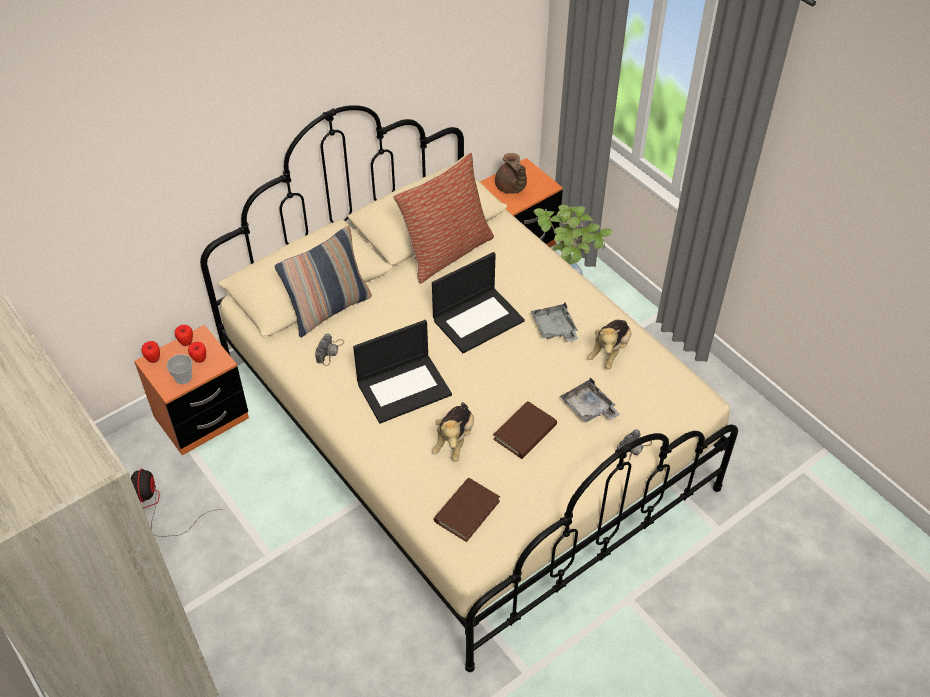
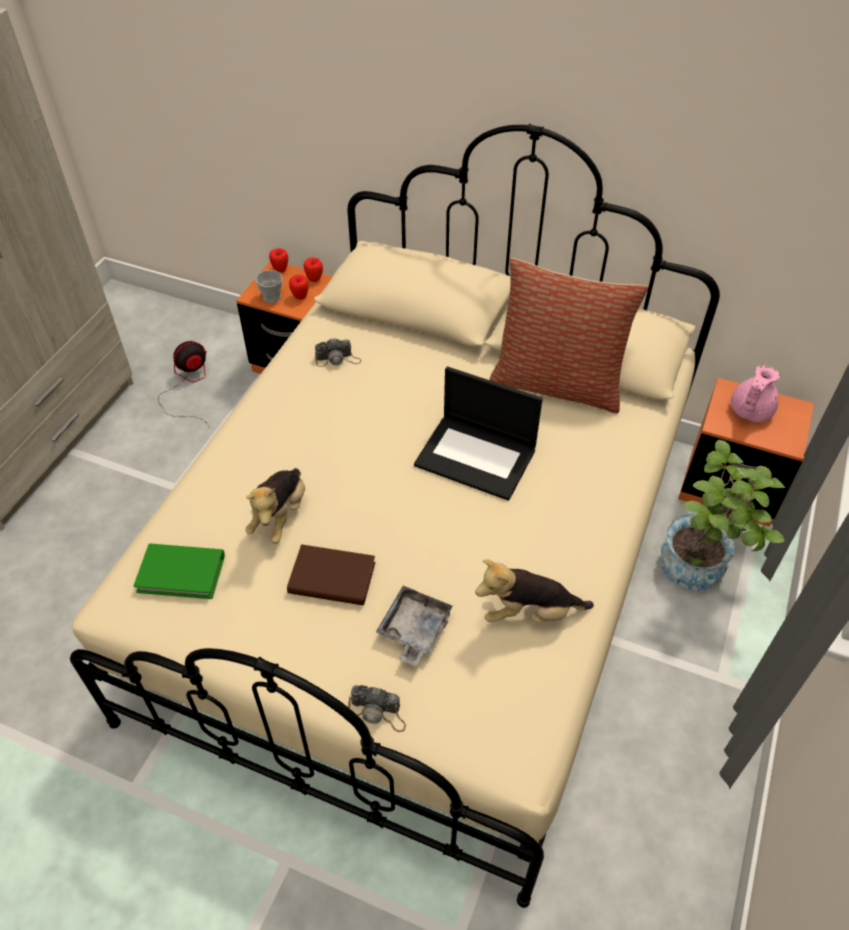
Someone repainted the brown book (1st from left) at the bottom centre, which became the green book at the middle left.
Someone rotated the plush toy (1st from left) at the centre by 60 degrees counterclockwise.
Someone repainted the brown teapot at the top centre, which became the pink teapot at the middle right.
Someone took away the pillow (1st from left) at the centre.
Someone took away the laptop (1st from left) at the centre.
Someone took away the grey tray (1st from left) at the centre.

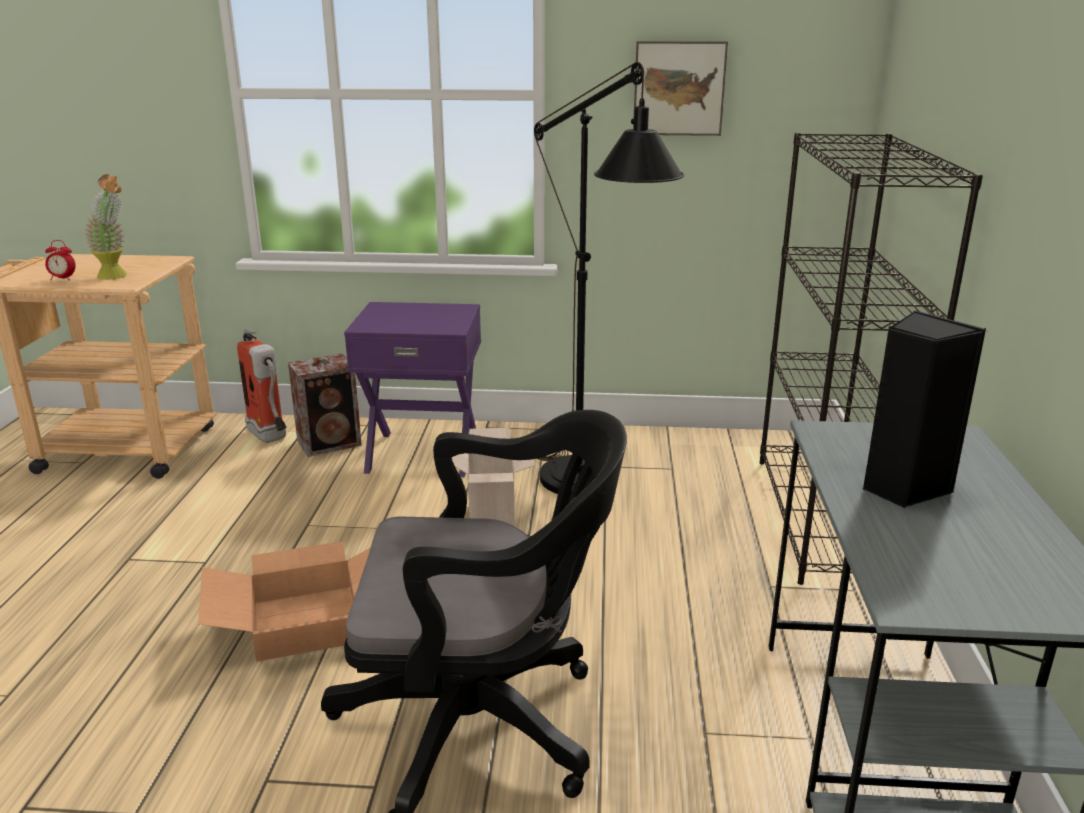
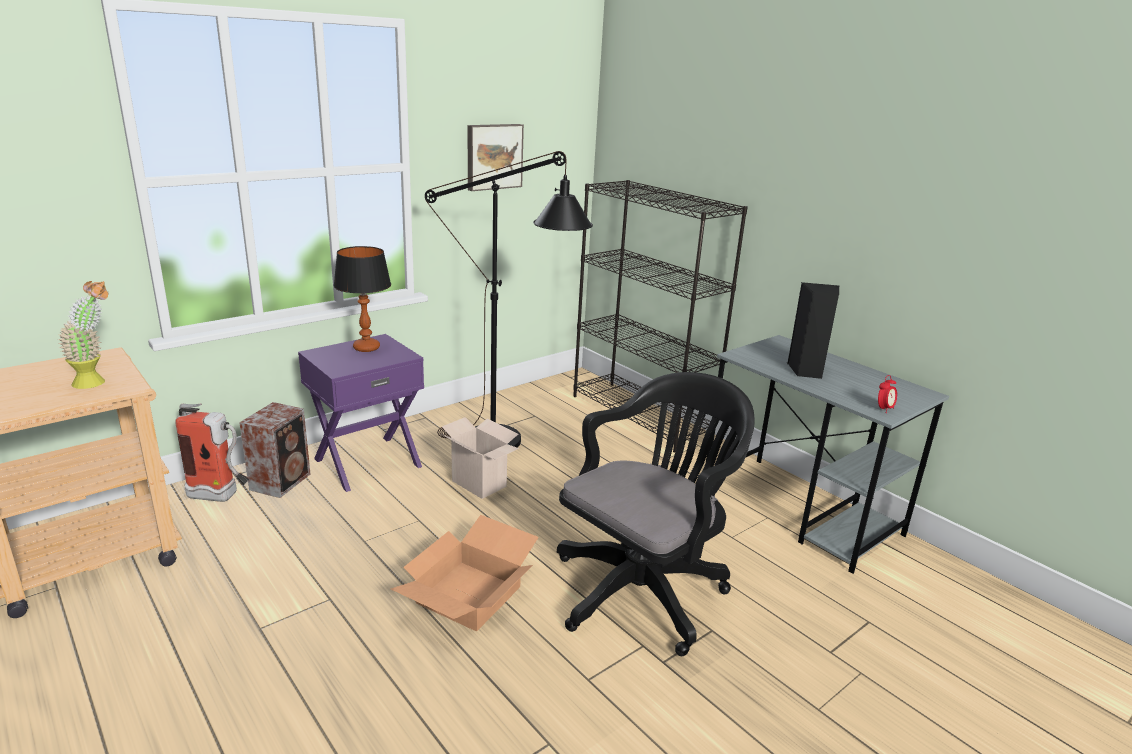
Someone put down the table lamp at the middle left.
Someone carried the alarm clock from the top left to the middle right.

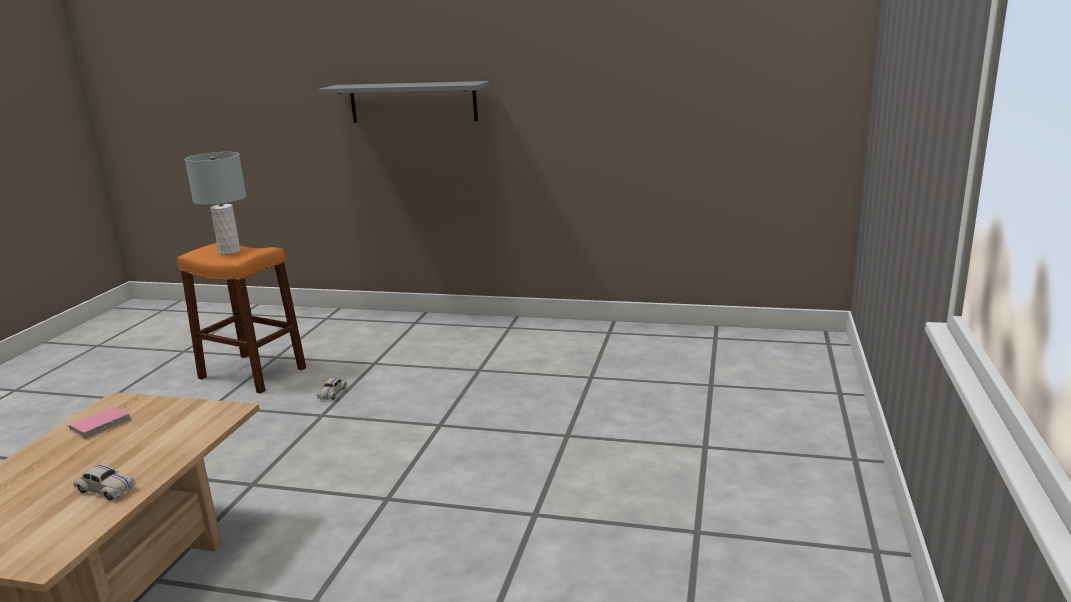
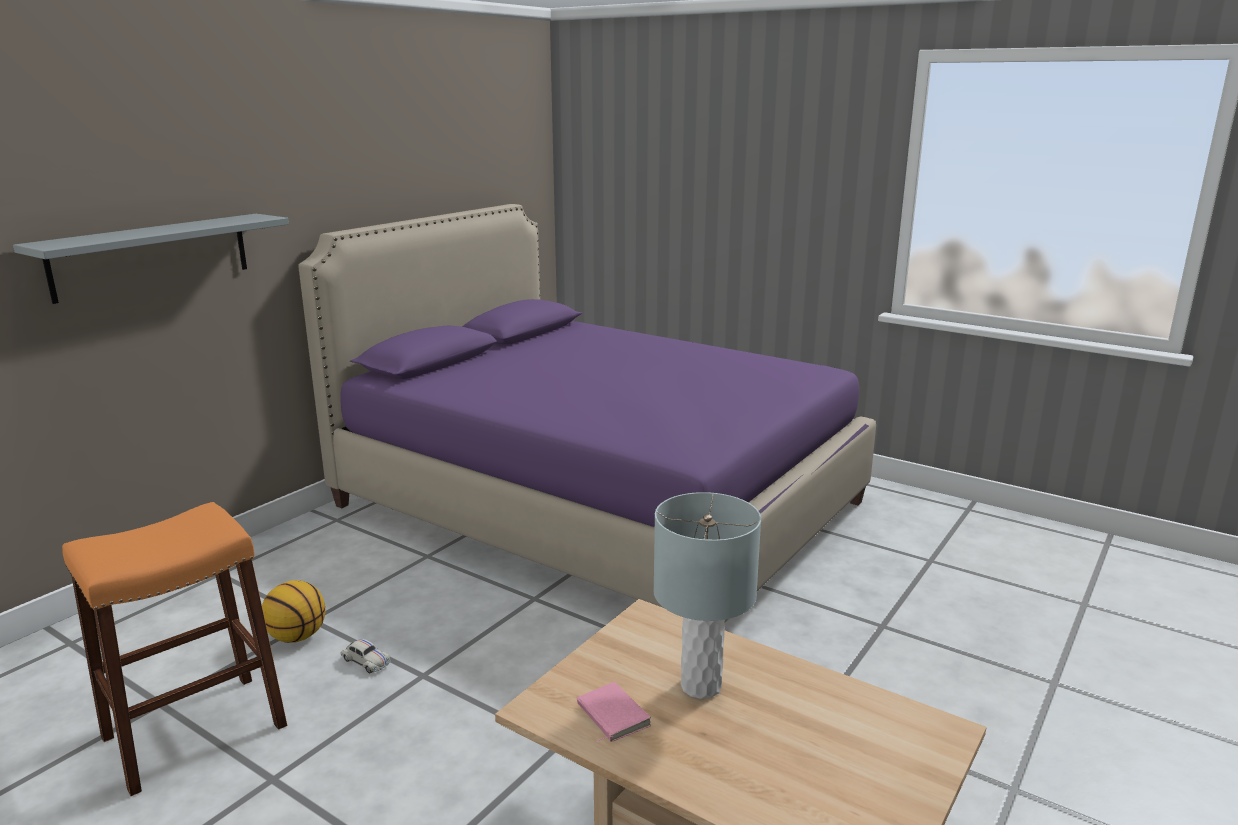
Someone put down the basketball at the bottom left.
Someone put down the purple bed at the centre.
Someone carried the grey table lamp from the middle left to the bottom centre.
Someone took away the white toy car (1st from left) at the bottom left.

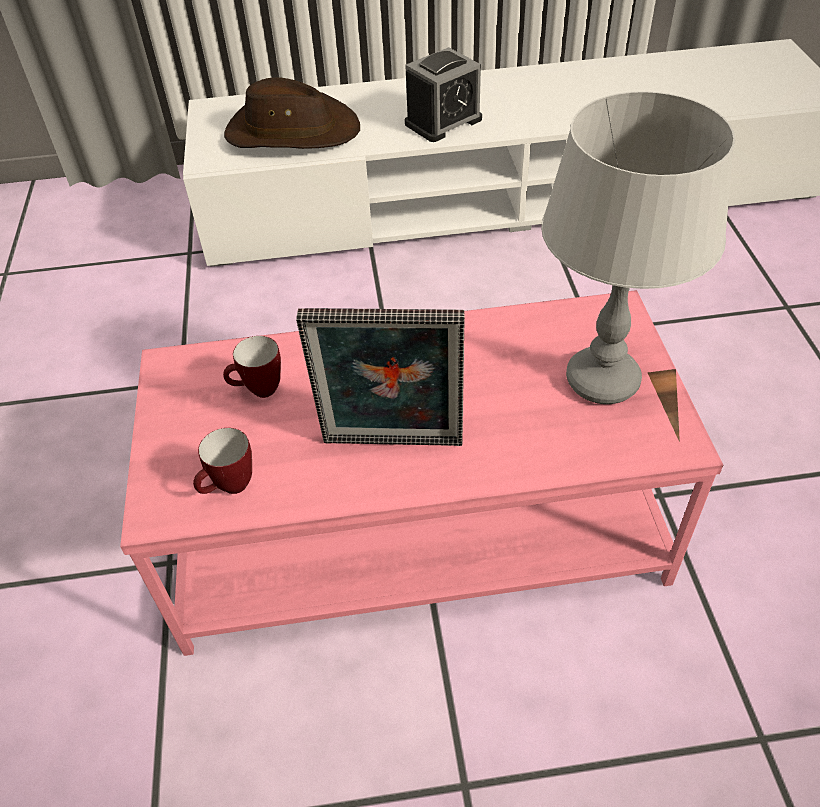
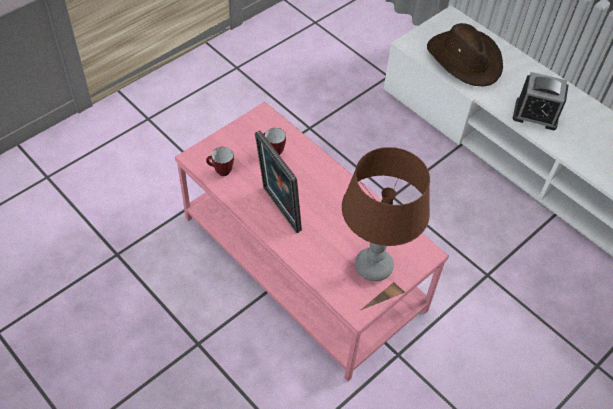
Someone repainted the grey table lamp at the top right, which became the brown table lamp at the centre.

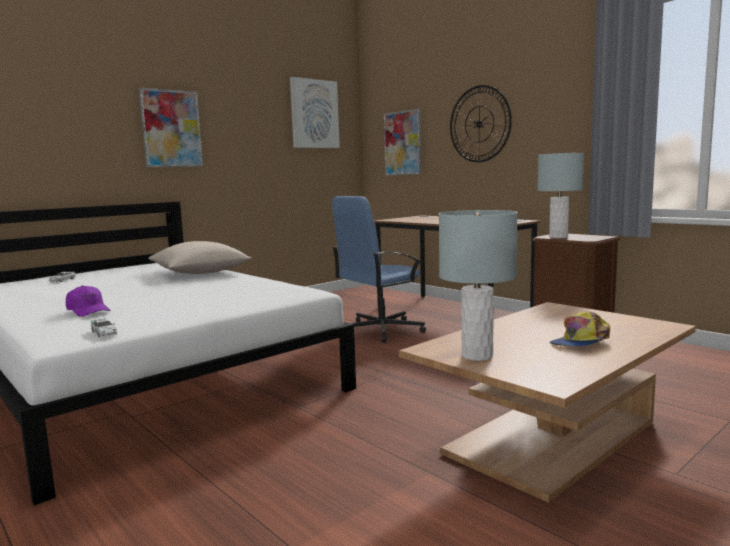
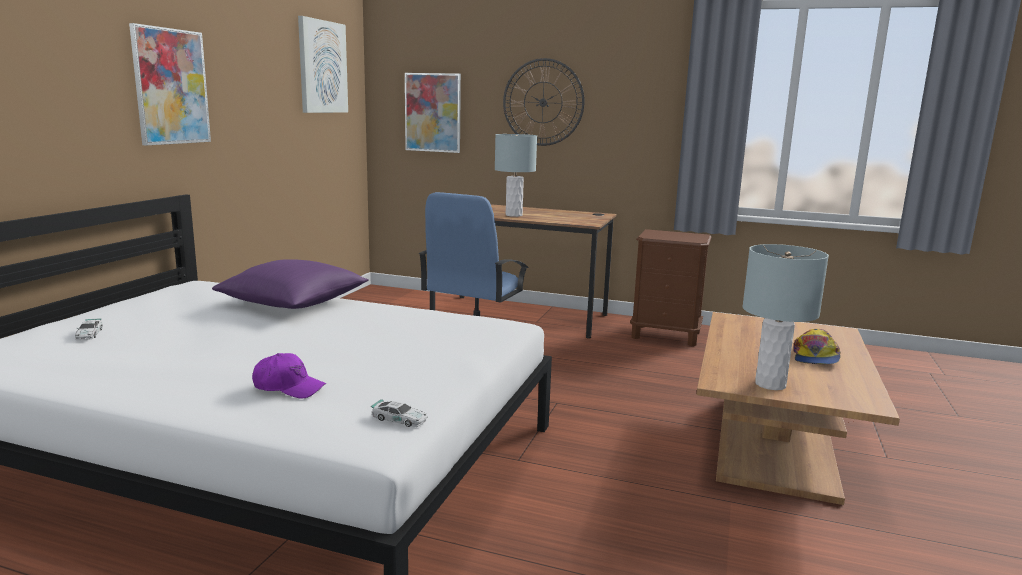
Someone repainted the beige pillow at the middle left, which became the purple pillow at the middle left.
Someone carried the grey table lamp (2nd from left in the first image) from the middle right to the top centre.

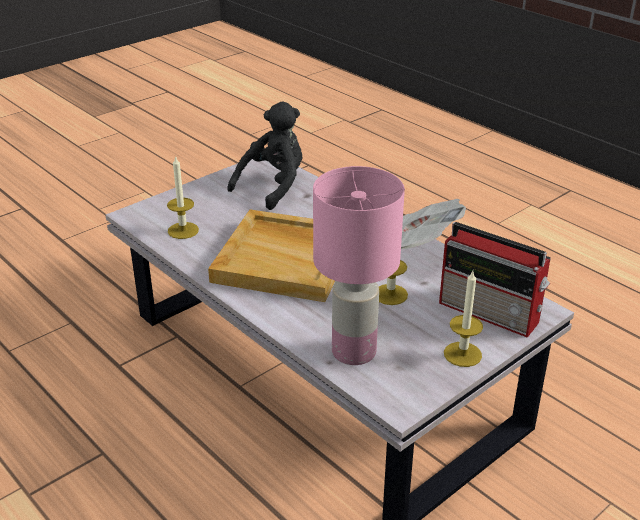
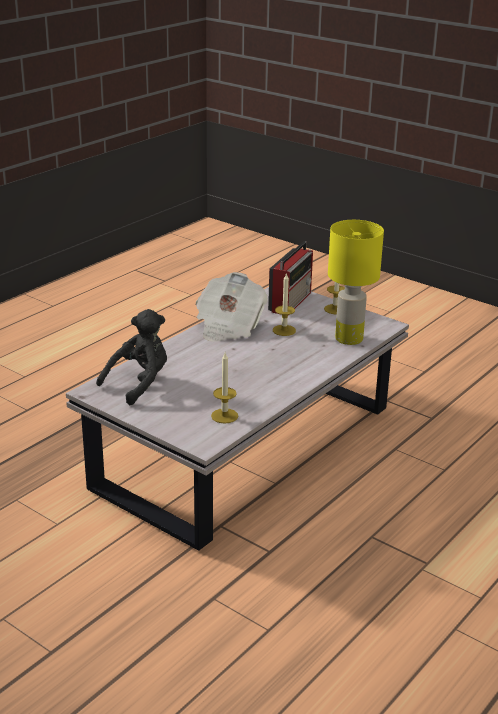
Someone rotated the black plush toy at the top centre by 105 degrees clockwise.
Someone repainted the pink table lamp at the centre, which became the yellow table lamp at the middle right.
Someone took away the beige tray at the centre.

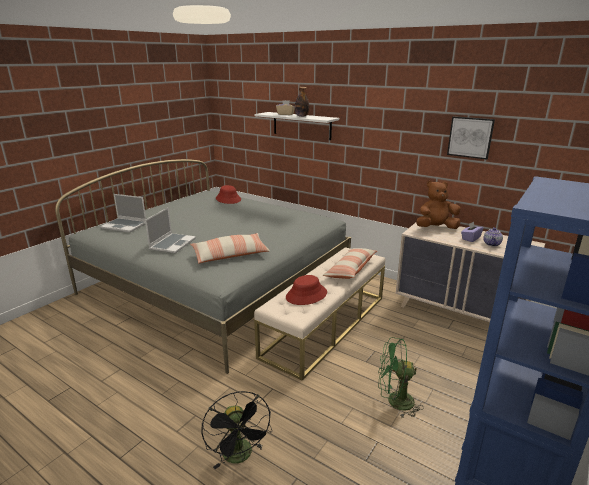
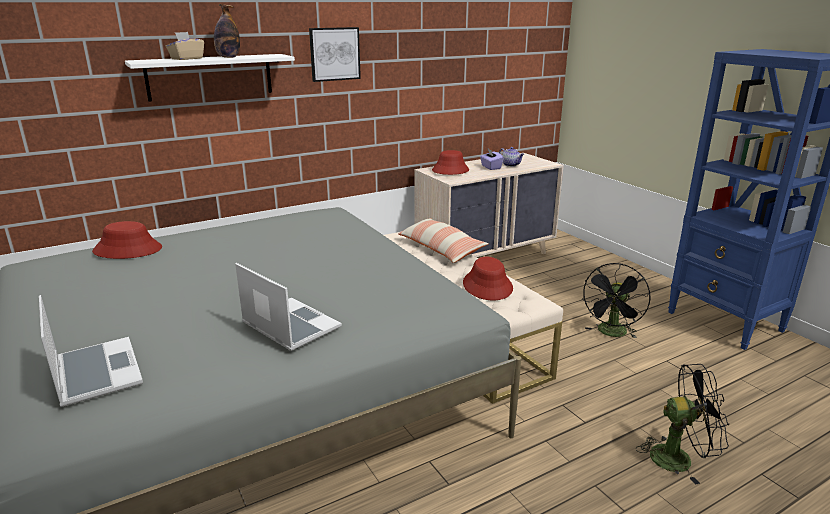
Someone rotated the laptop (1st from left) at the middle left by 75 degrees counterclockwise.
Someone carried the picture from the top right to the top centre.
Someone swapped the brown plush toy at the middle right for the red hat (2nd from left) at the top centre.
Someone repainted the green fan at the bottom right, which became the black fan (1st from left) at the middle right.
Someone took away the pillow (1st from left) at the centre.

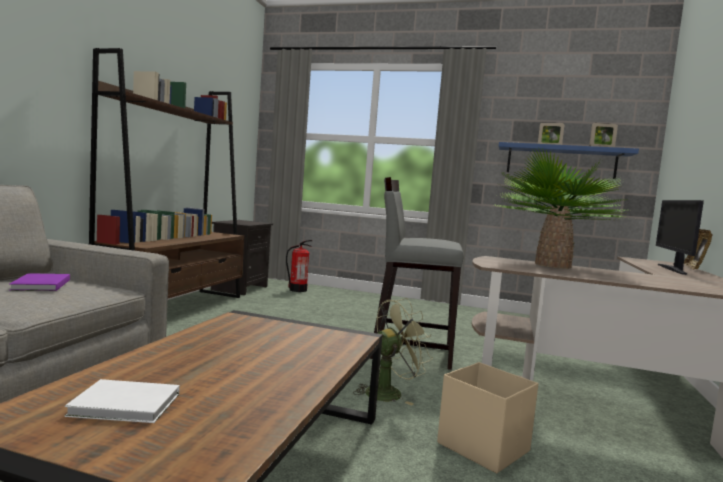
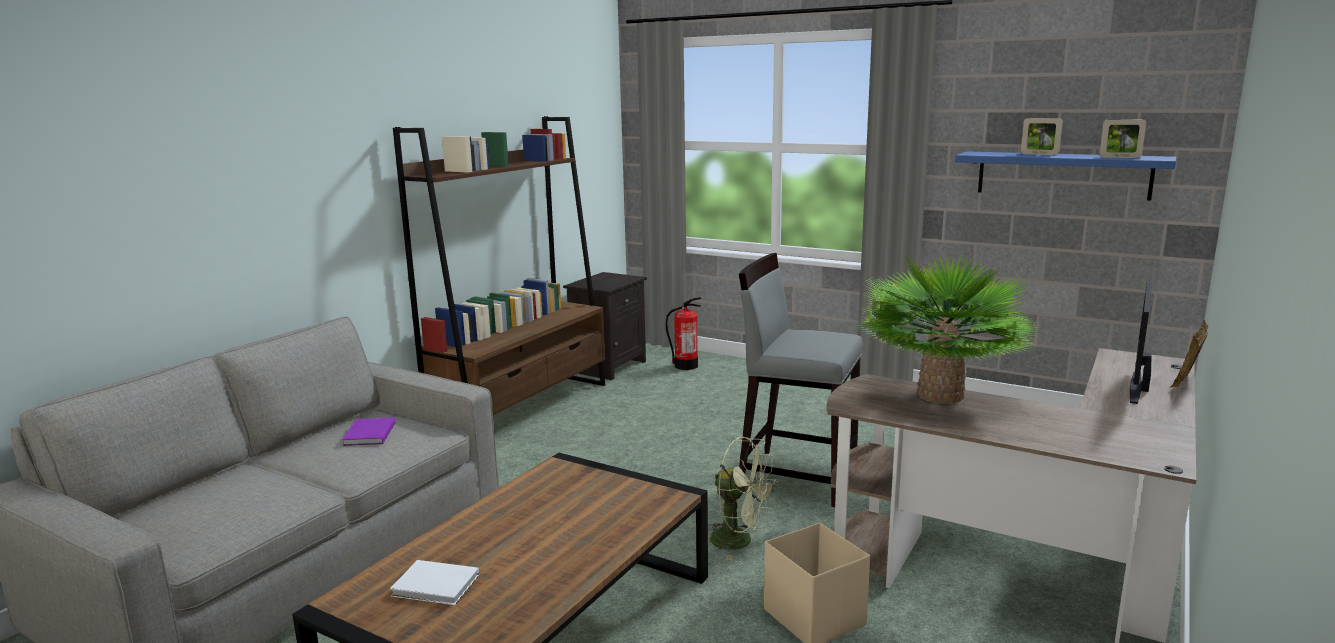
Someone rotated the green fan at the bottom centre by 45 degrees clockwise.

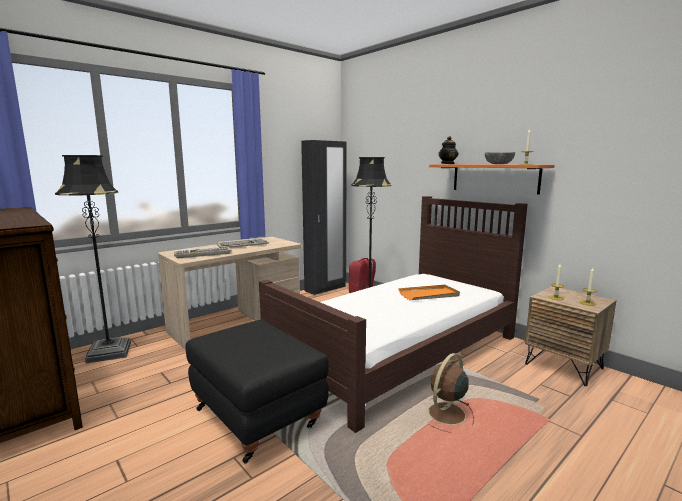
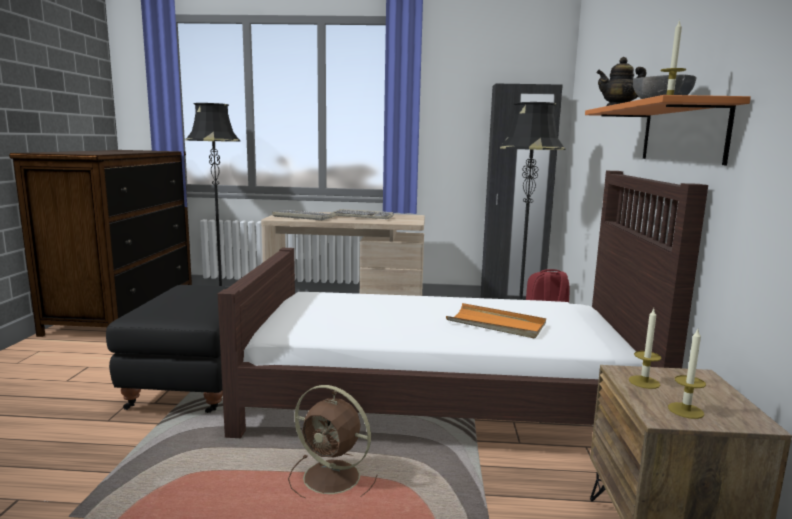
Someone rotated the brown fan at the bottom centre by 150 degrees counterclockwise.

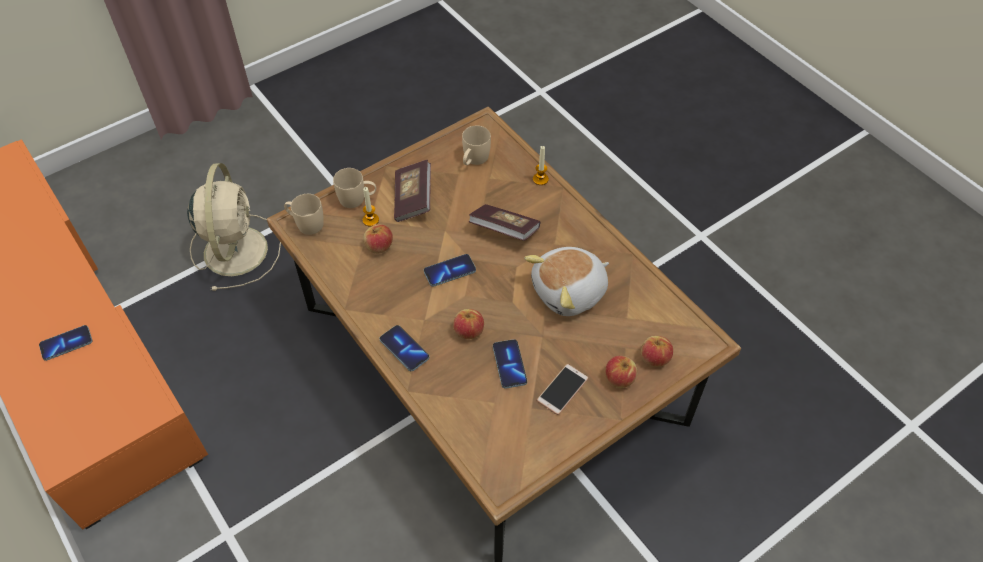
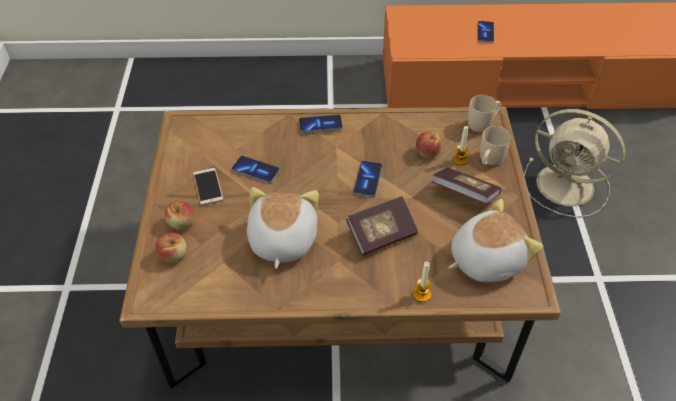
Someone swapped the beige mug (3rd from left) at the top centre for the plush toy (2nd from left) at the middle right.
Someone took away the apple (2nd from left) at the centre.

